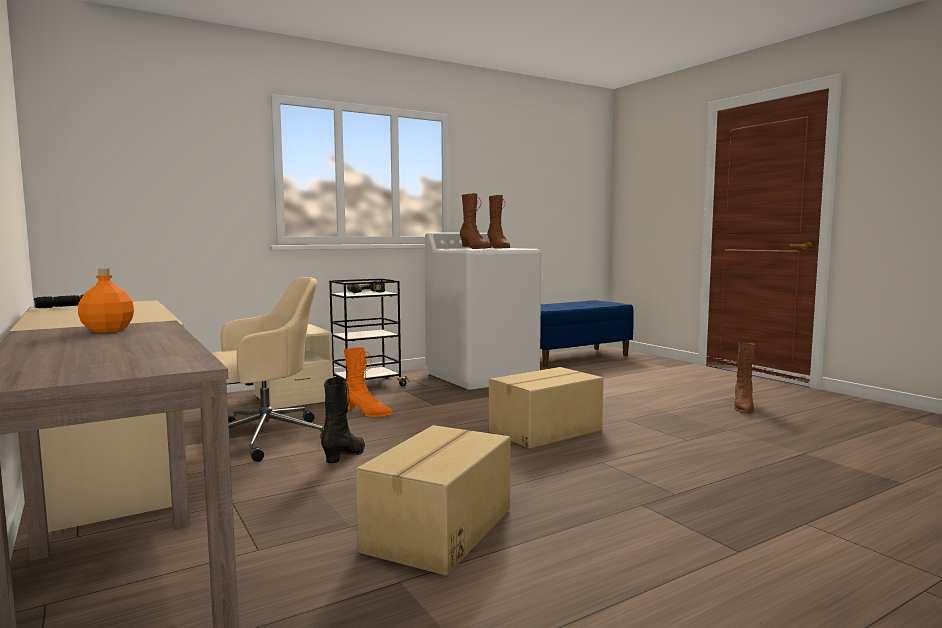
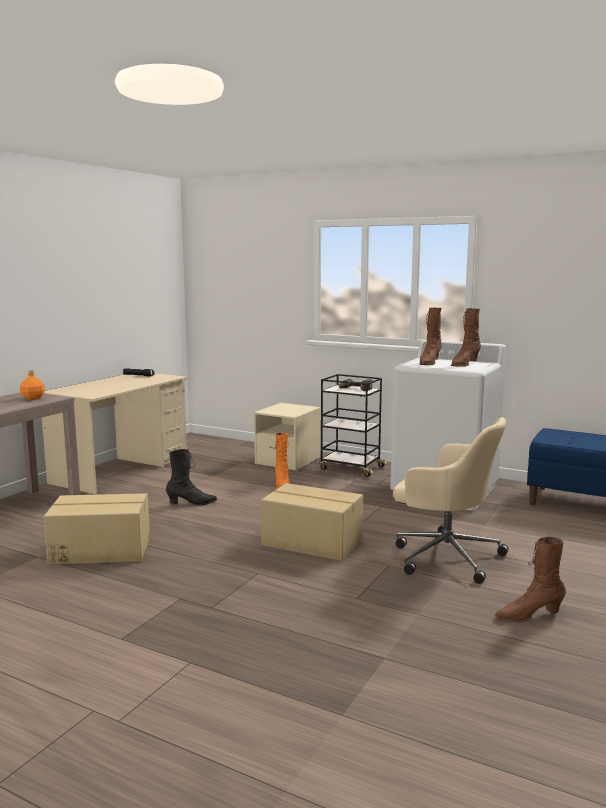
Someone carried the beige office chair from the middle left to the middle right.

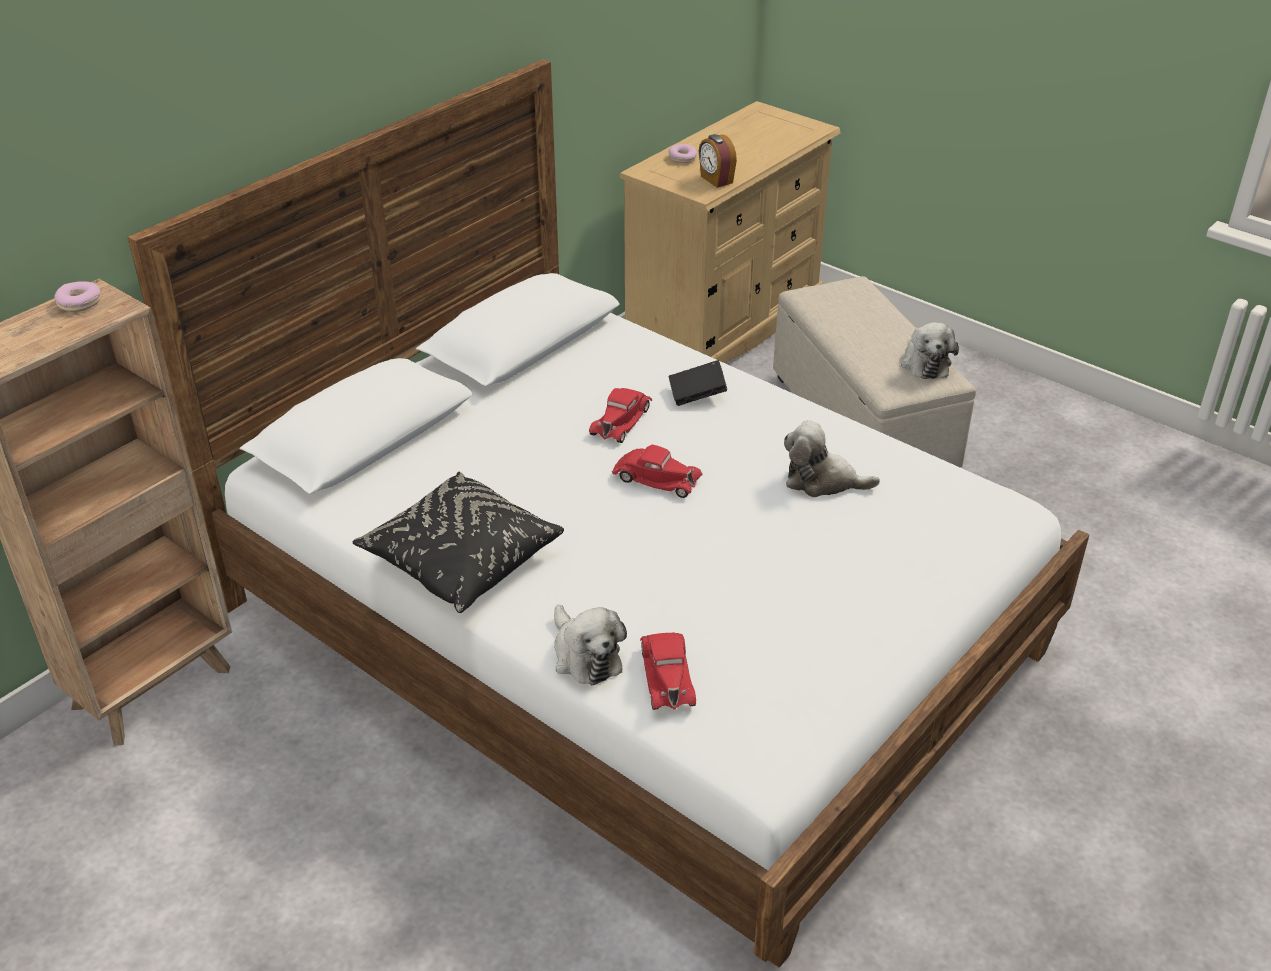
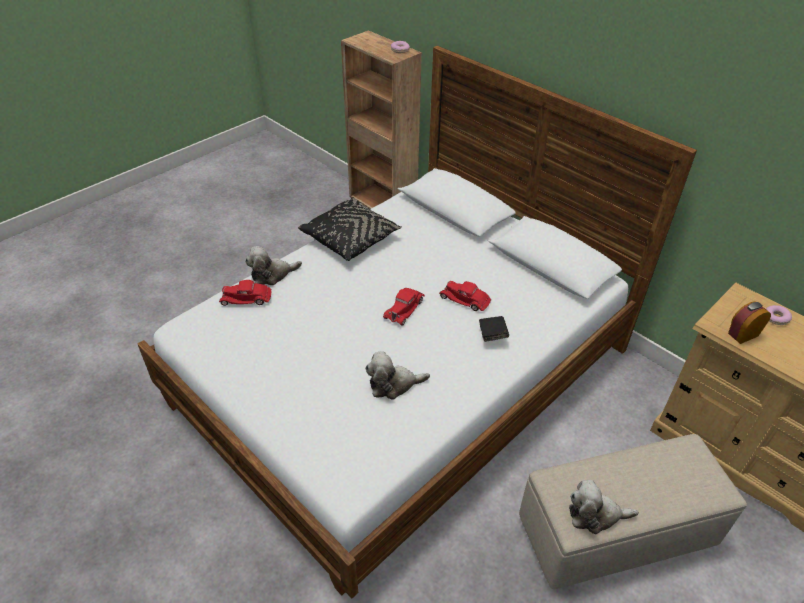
Someone rotated the plush toy (2nd from left) at the centre by 120 degrees counterclockwise.

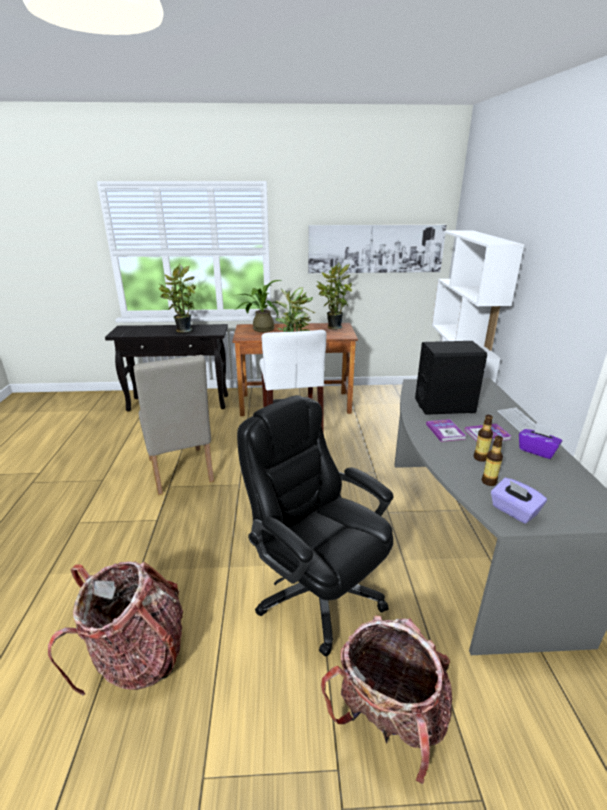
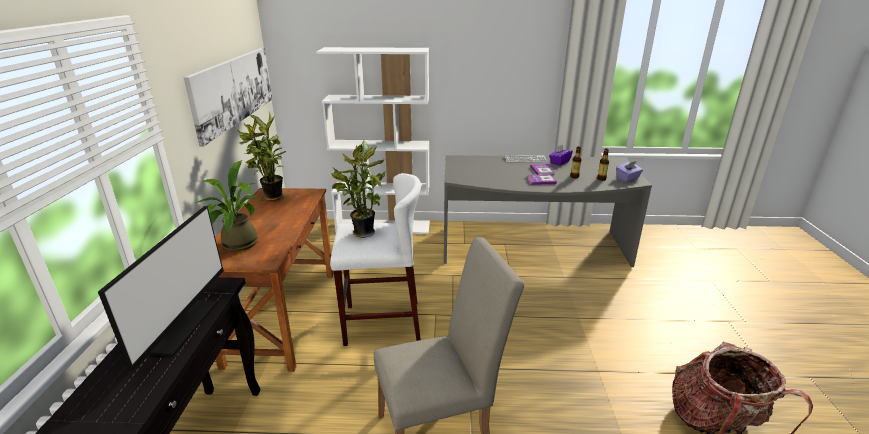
Someone swapped the potted plant (1st from left) at the middle left for the monitor at the middle left.
Someone took away the black office chair at the centre.
Someone took away the backpack (2nd from left) at the bottom centre.
Someone took away the black speaker at the middle right.

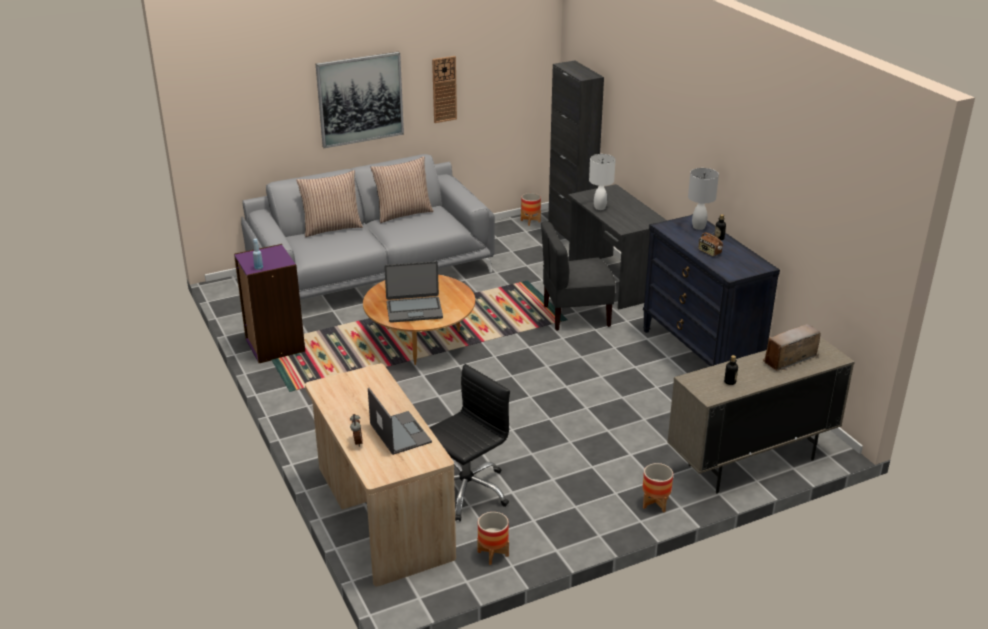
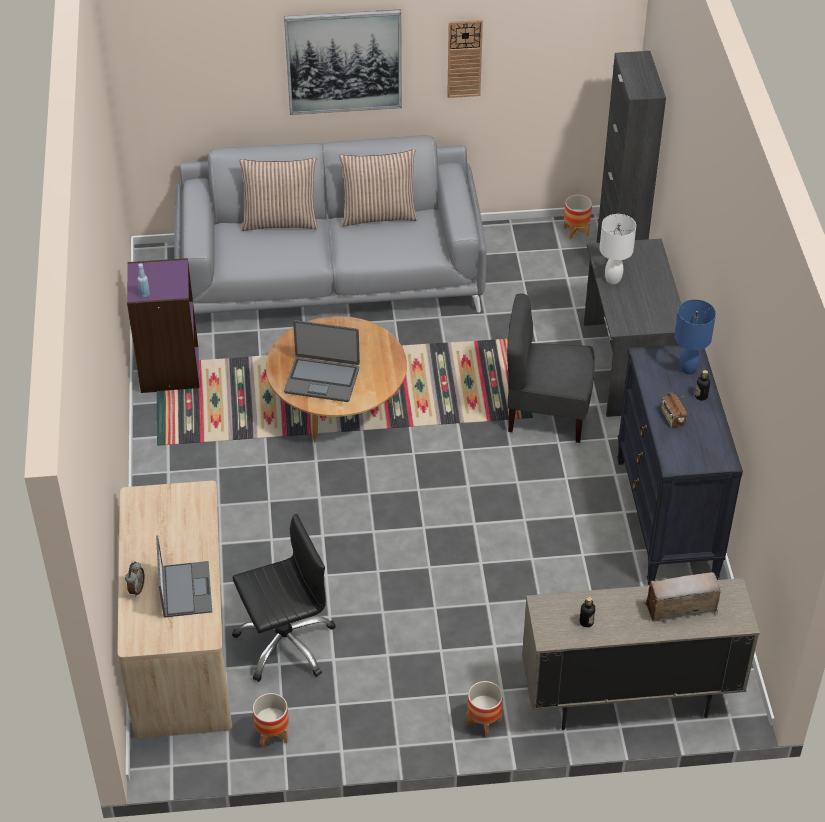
Someone repainted the white table lamp (2nd from left) at the top right, which became the blue table lamp at the middle right.

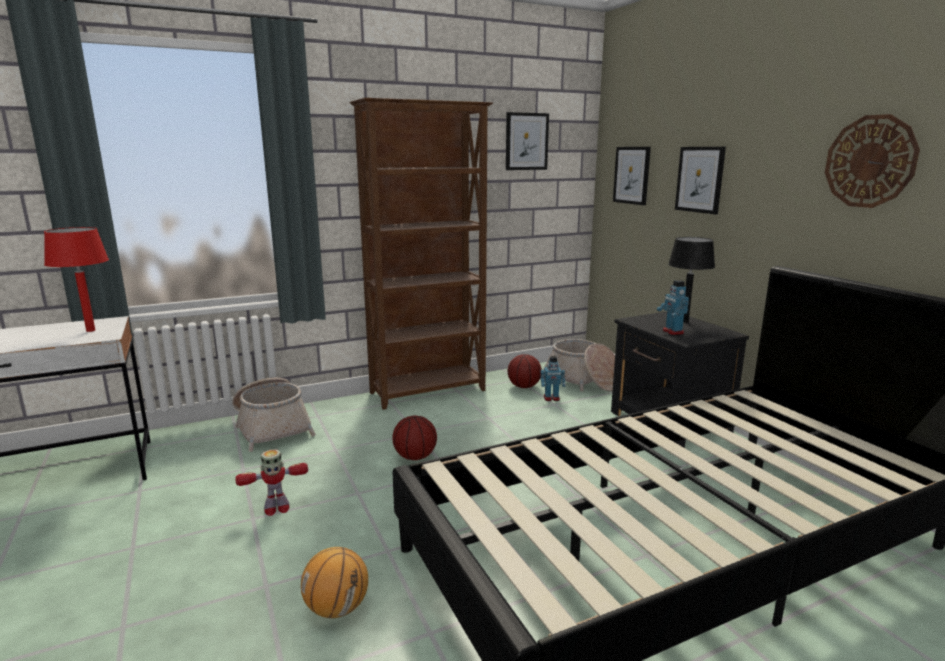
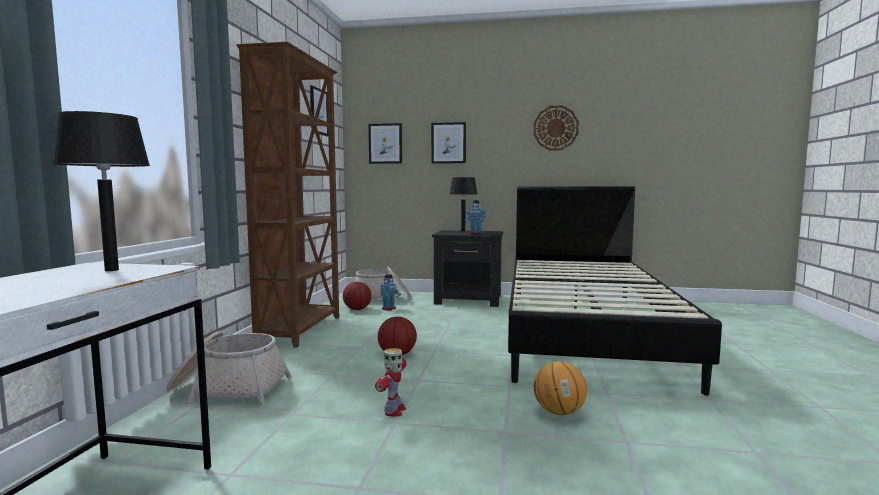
Someone repainted the red table lamp at the middle left, which became the black table lamp (1st from left) at the middle left.

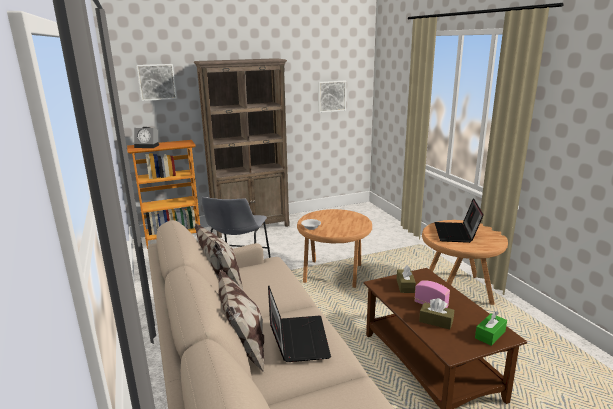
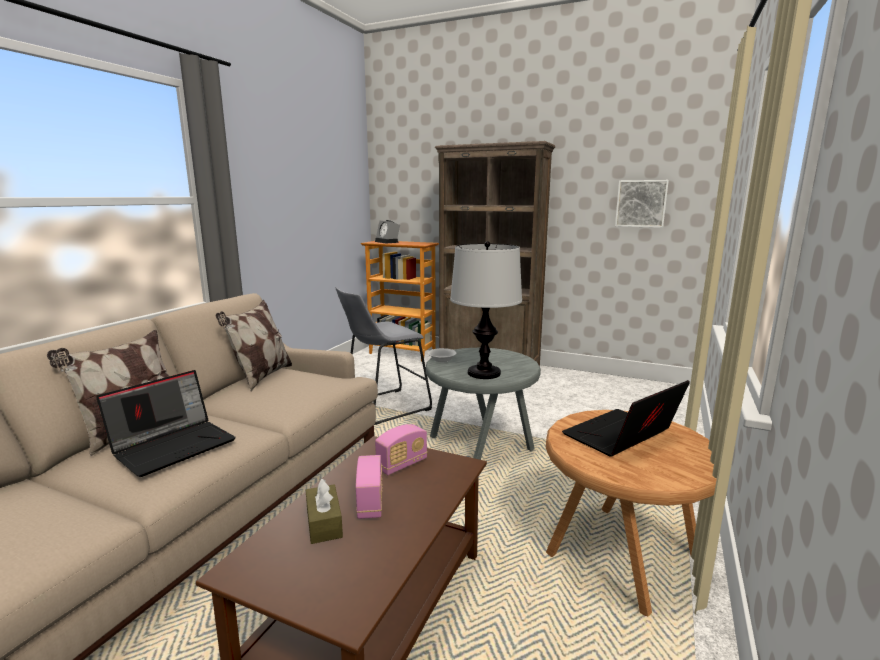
Someone swapped the brown tissue box (1st from left) at the bottom centre for the radio (2nd from left) at the bottom centre.
Someone repainted the brown side table (1st from left) at the centre, which became the grey side table at the centre.
Someone put down the table lamp at the centre.
Someone took away the picture (1st from left) at the top left.
Someone took away the green tissue box at the bottom right.

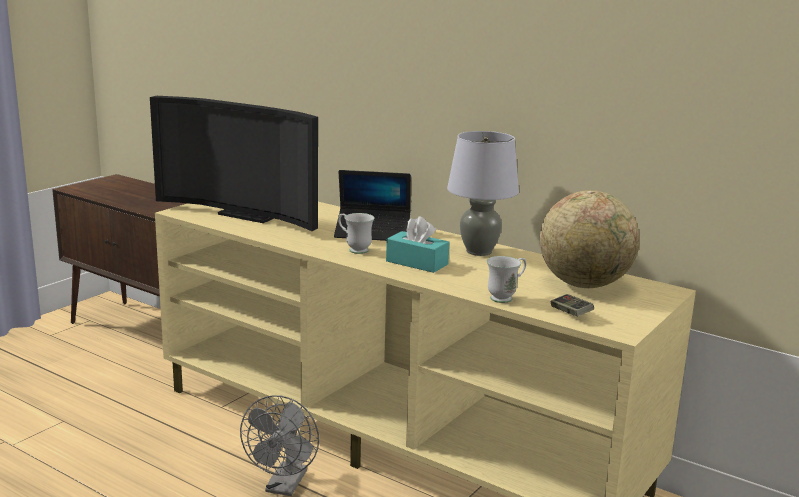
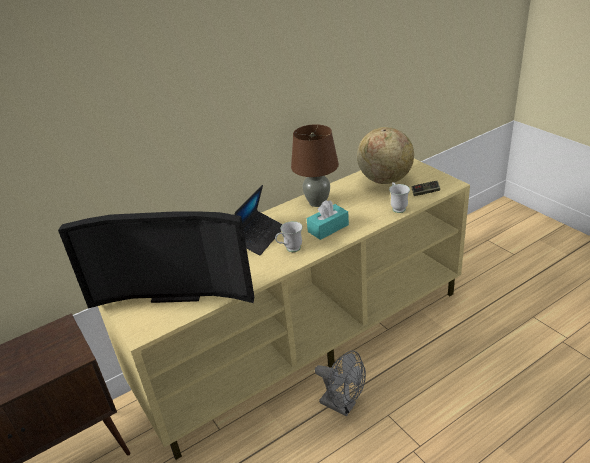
Someone rotated the television at the top left by 45 degrees clockwise.
Someone repainted the grey table lamp at the centre, which became the brown table lamp at the centre.

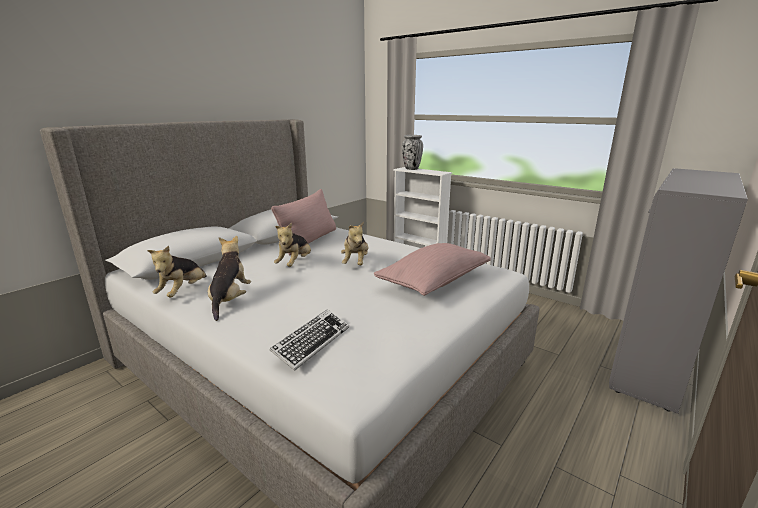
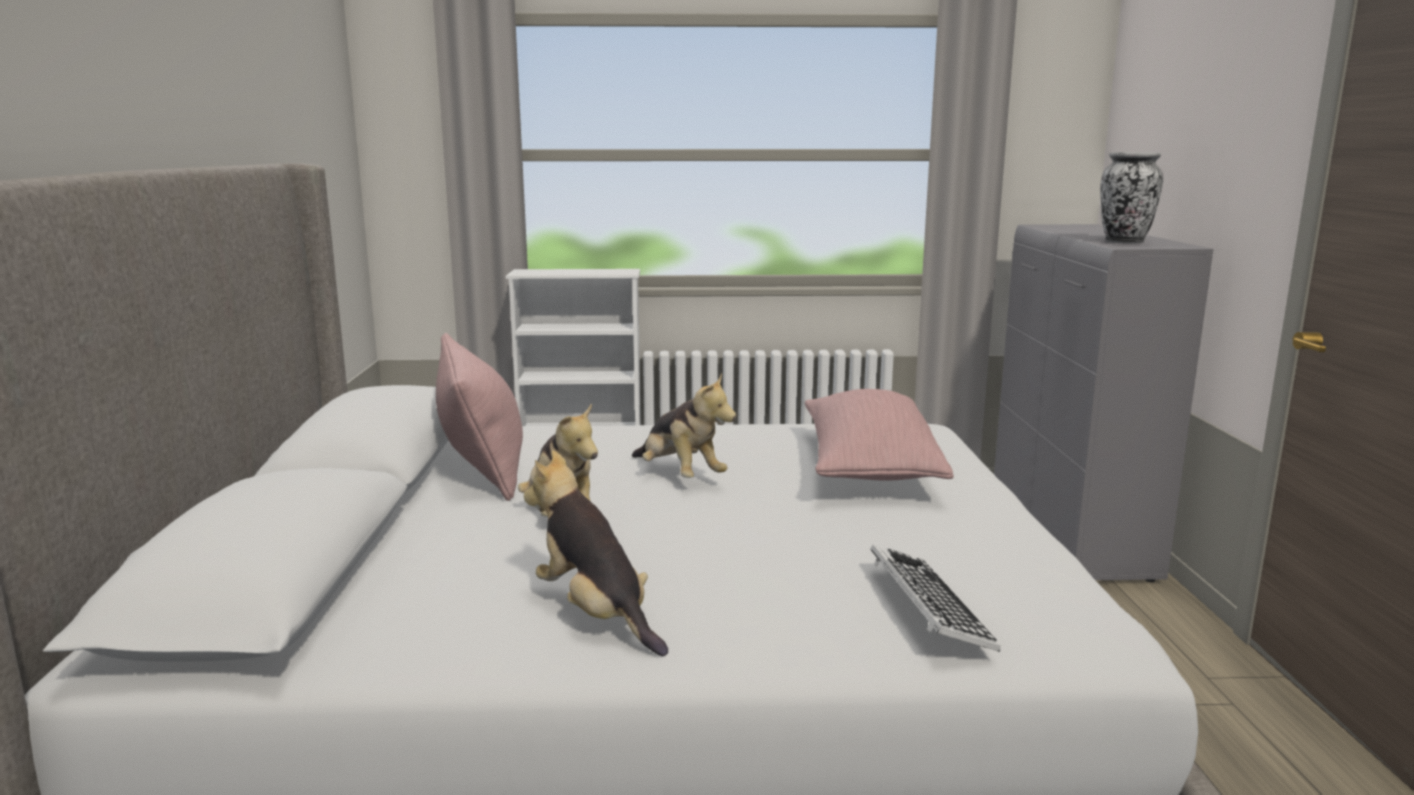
Someone carried the vase from the top centre to the top right.
Someone took away the plush toy (1st from left) at the middle left.

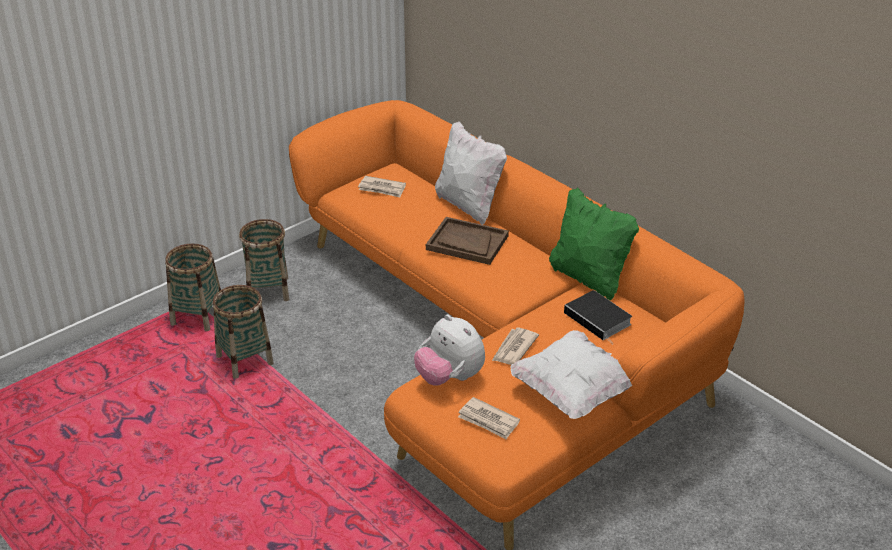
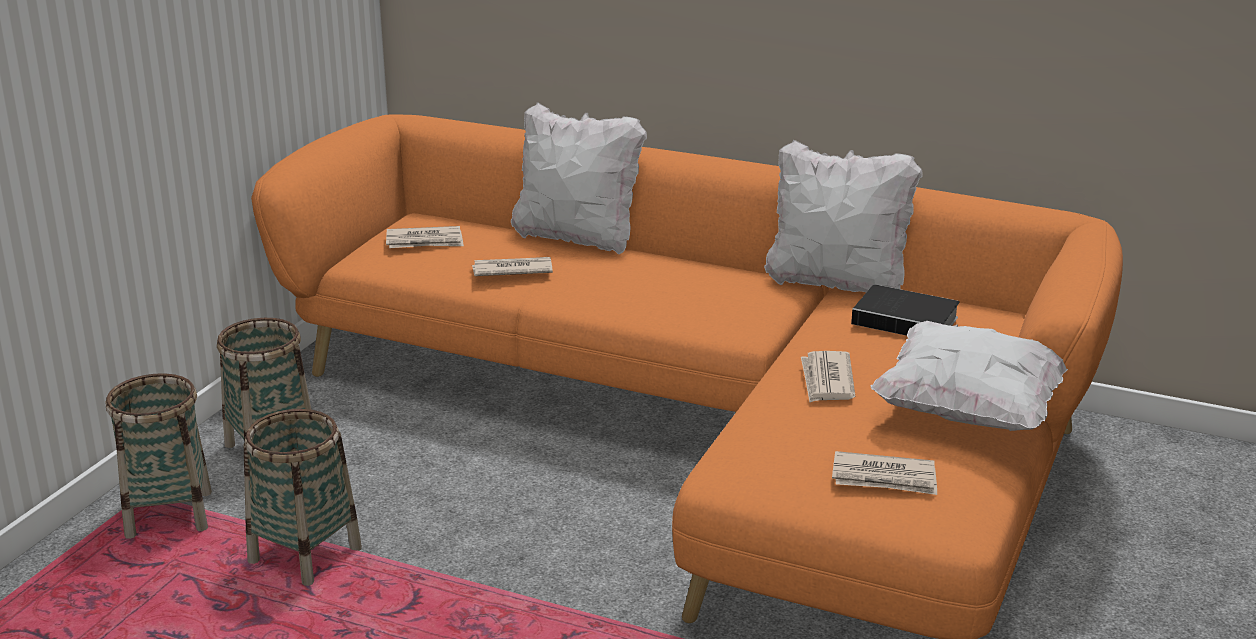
Someone put down the newspaper (2nd from left) at the centre.
Someone repainted the green pillow at the centre, which became the white pillow (2nd from left) at the middle right.
Someone took away the plush toy at the centre.
Someone took away the brown tray at the centre.

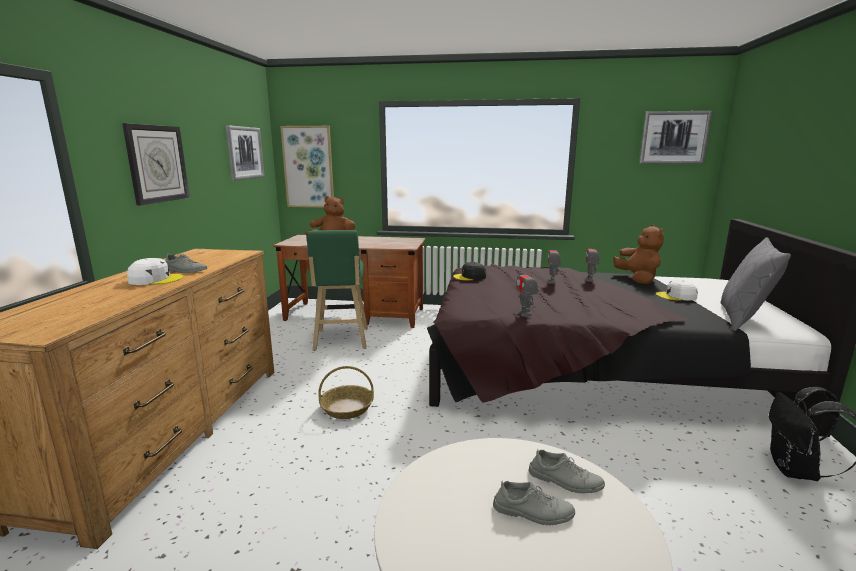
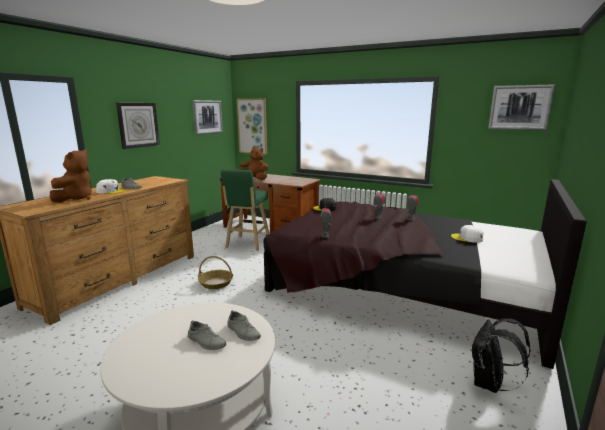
Someone carried the brown plush toy (2nd from left in the first image) from the middle right to the middle left.
Someone took away the grey pillow at the middle right.

